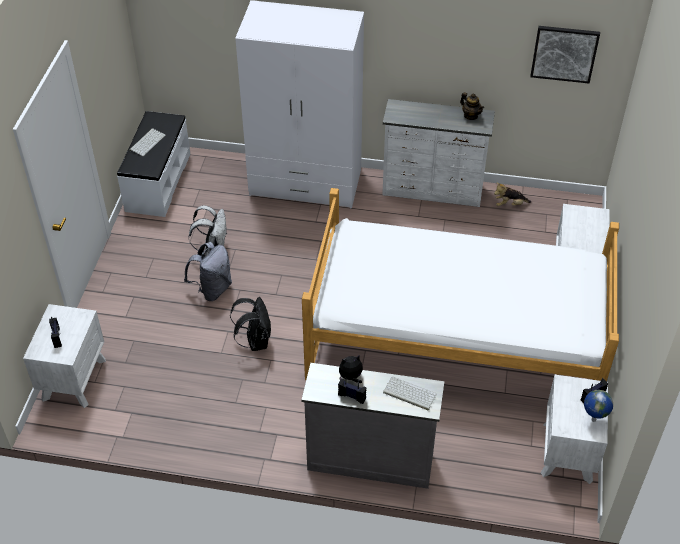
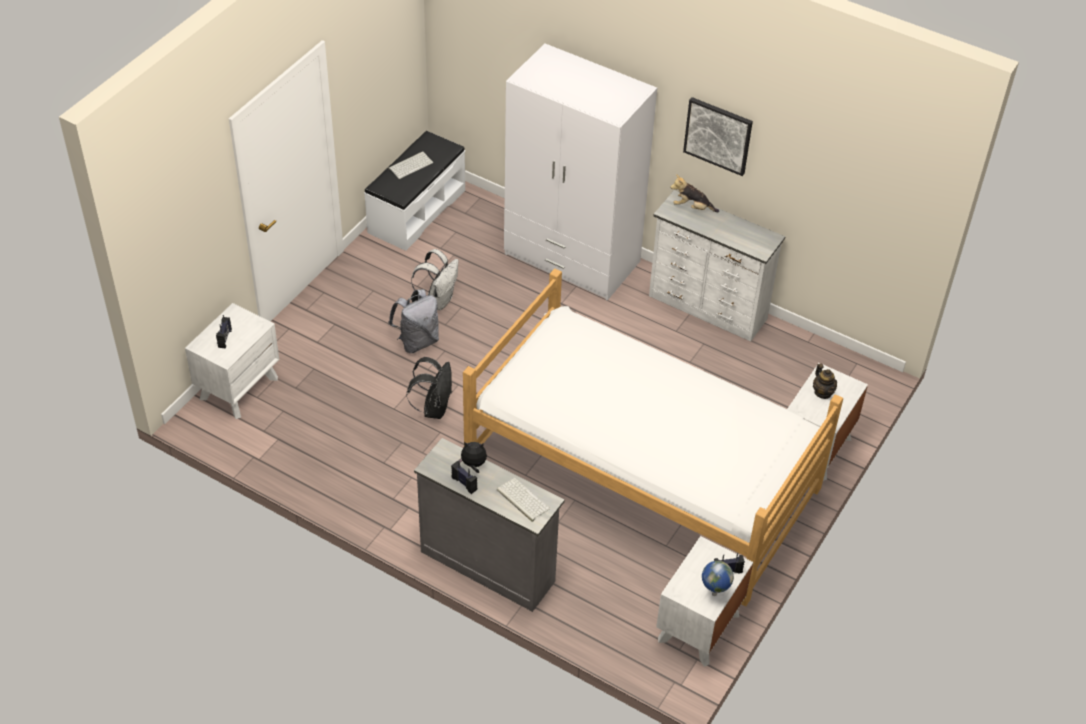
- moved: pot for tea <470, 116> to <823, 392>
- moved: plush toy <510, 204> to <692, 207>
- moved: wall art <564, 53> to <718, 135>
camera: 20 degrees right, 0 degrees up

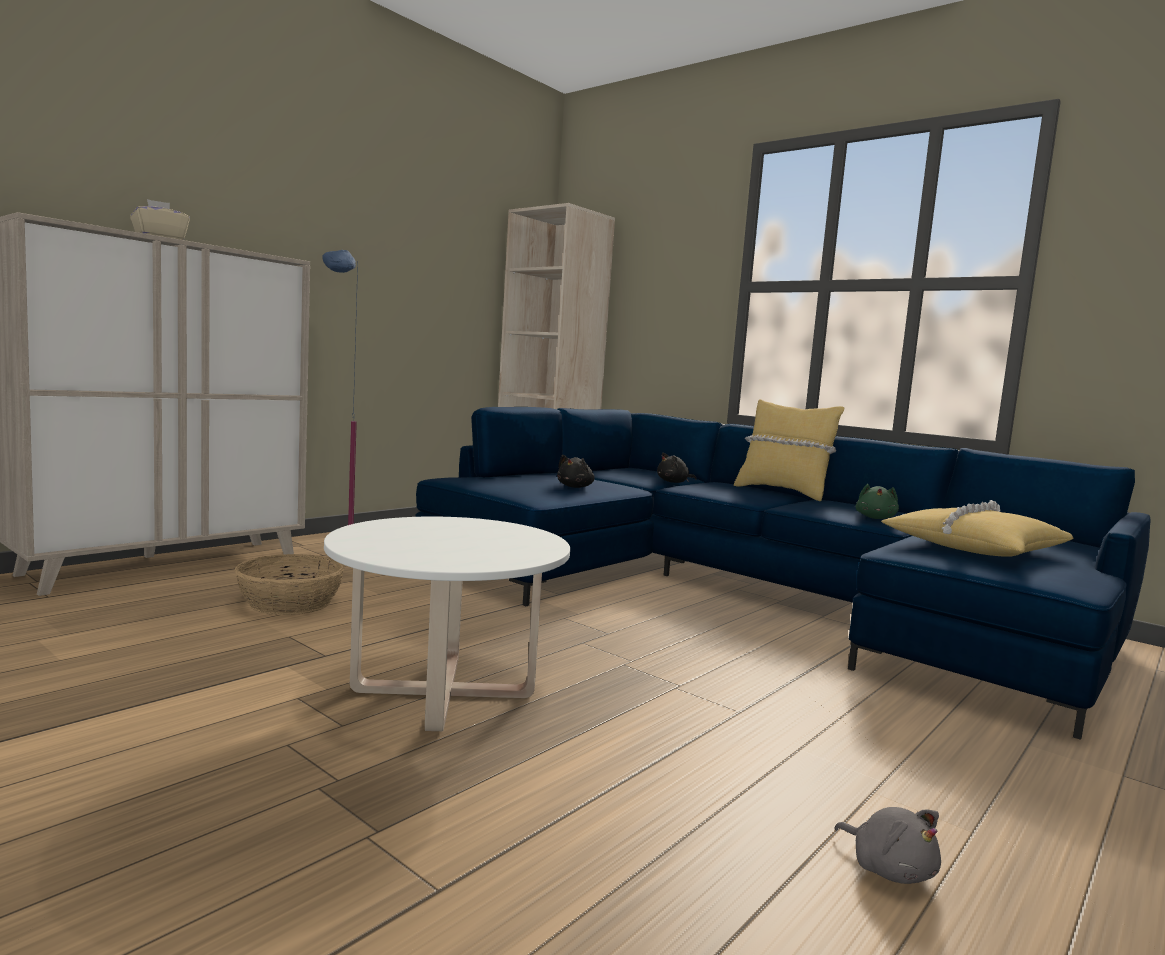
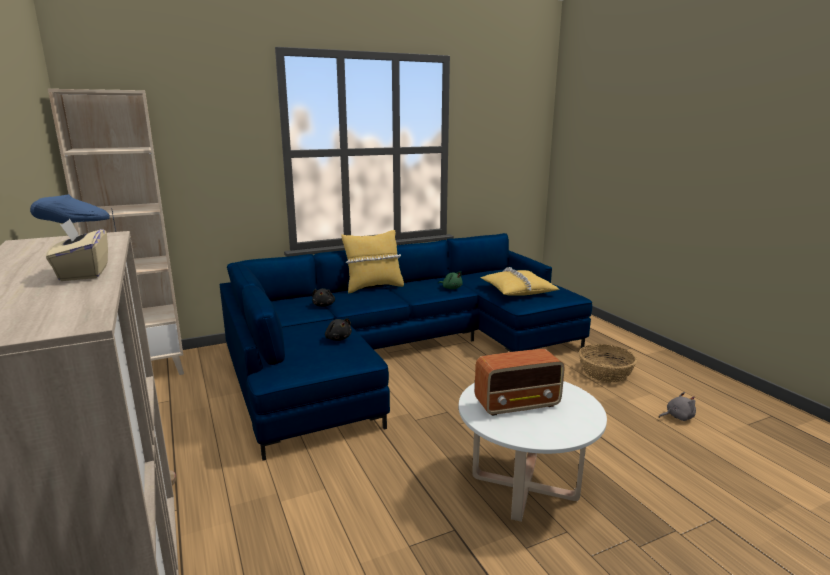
- added: radio set <518, 404>
- moved: storage basket <290, 603> to <604, 373>
camera: 65 degrees left, 10 degrees up

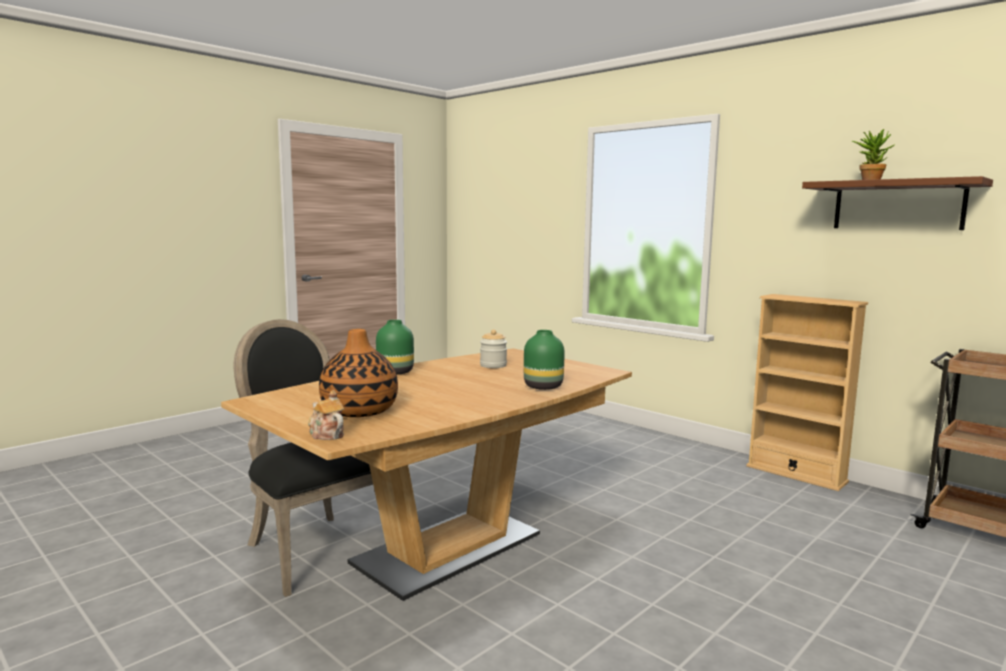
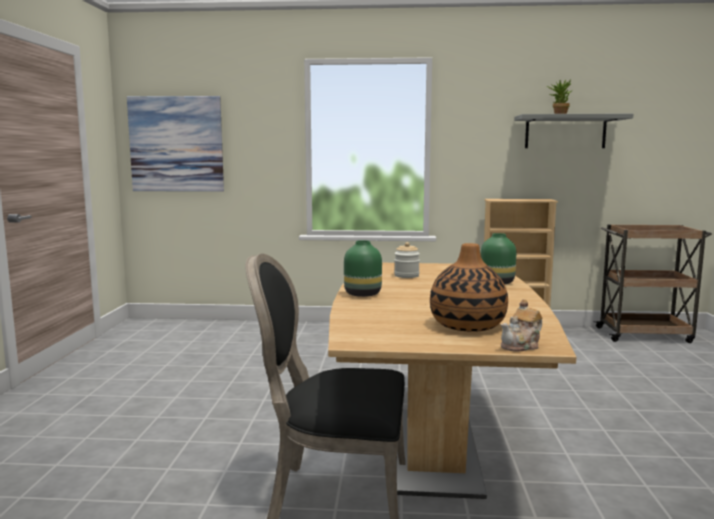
- added: wall art <176, 144>
- recoloured: bracket shelf (brown-coloured) <898, 205> to bracket shelf (grey) <565, 132>
- turned: pot for tea <326, 434> = <521, 346> 45 degrees counterclockwise
camera: 40 degrees left, 0 degrees up

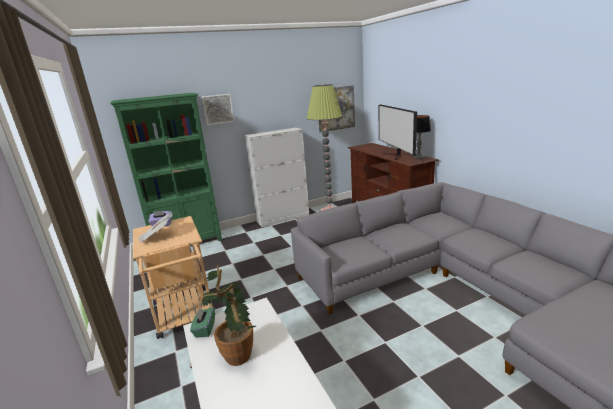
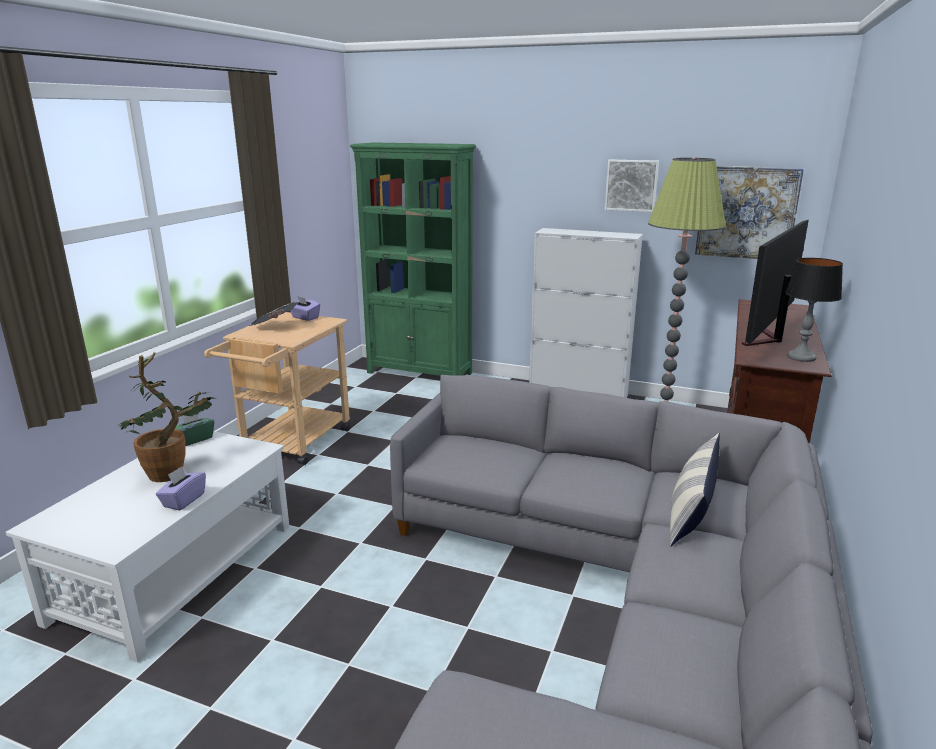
- added: tissue box (purplish) <183, 500>
- added: cushion <690, 512>
- moved: wall art <218, 109> to <631, 185>
camera: 45 degrees right, 0 degrees up

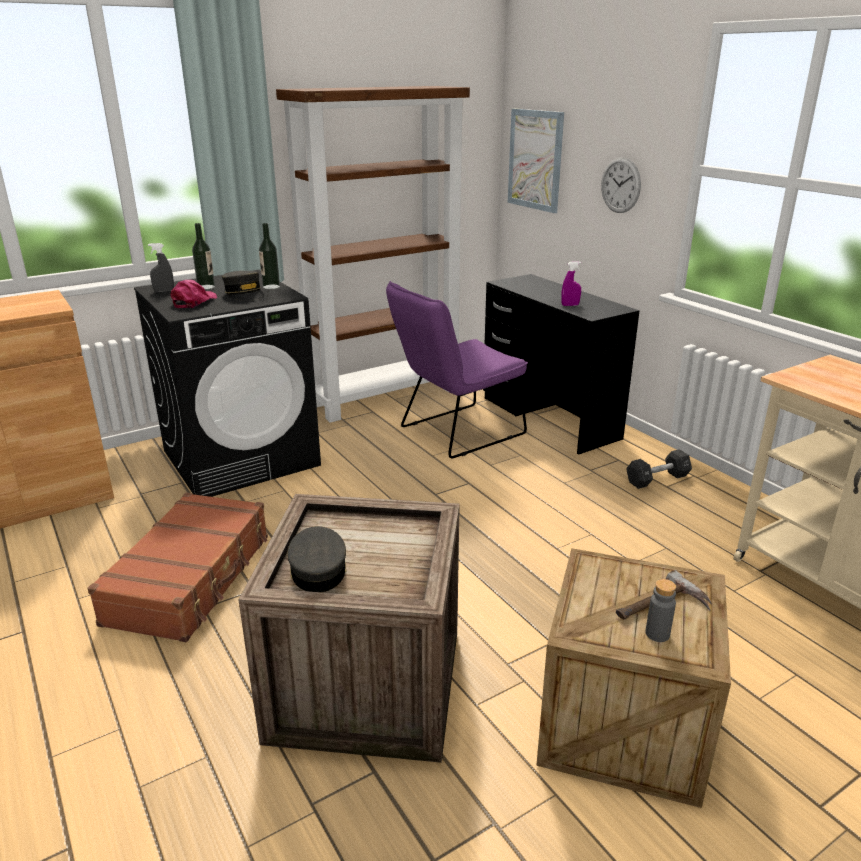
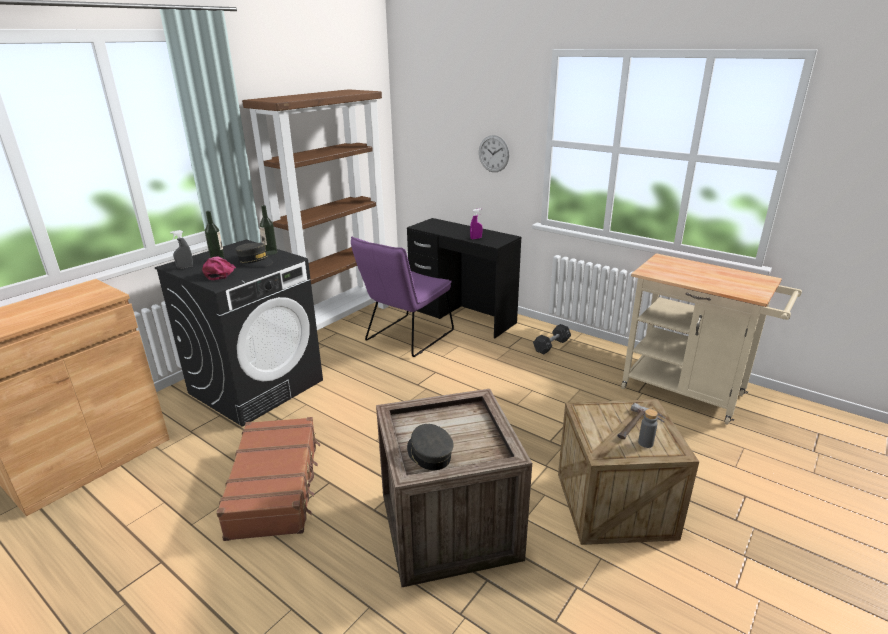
- removed: wall art <535, 160>
camera: 20 degrees left, 0 degrees up

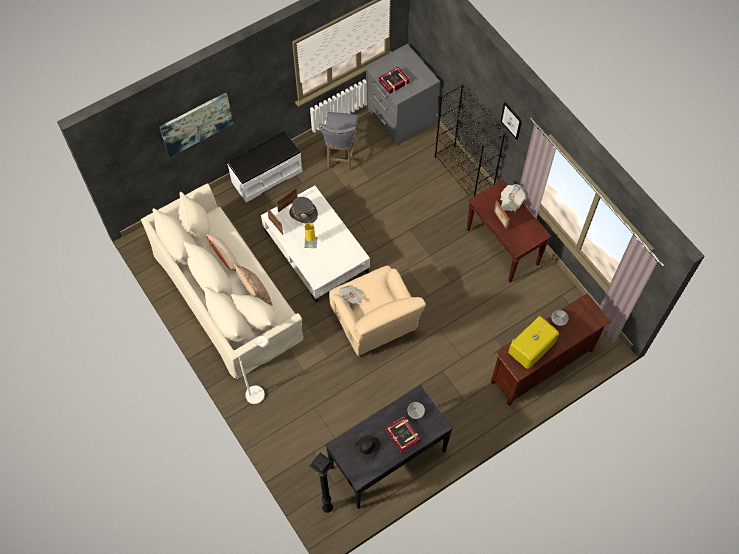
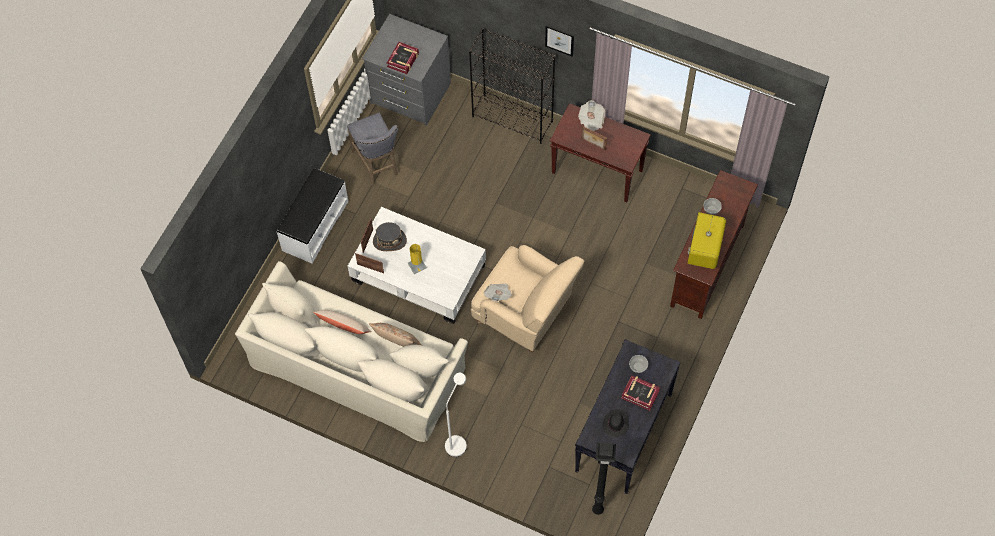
- removed: wall art <196, 124>
camera: 30 degrees left, 0 degrees up

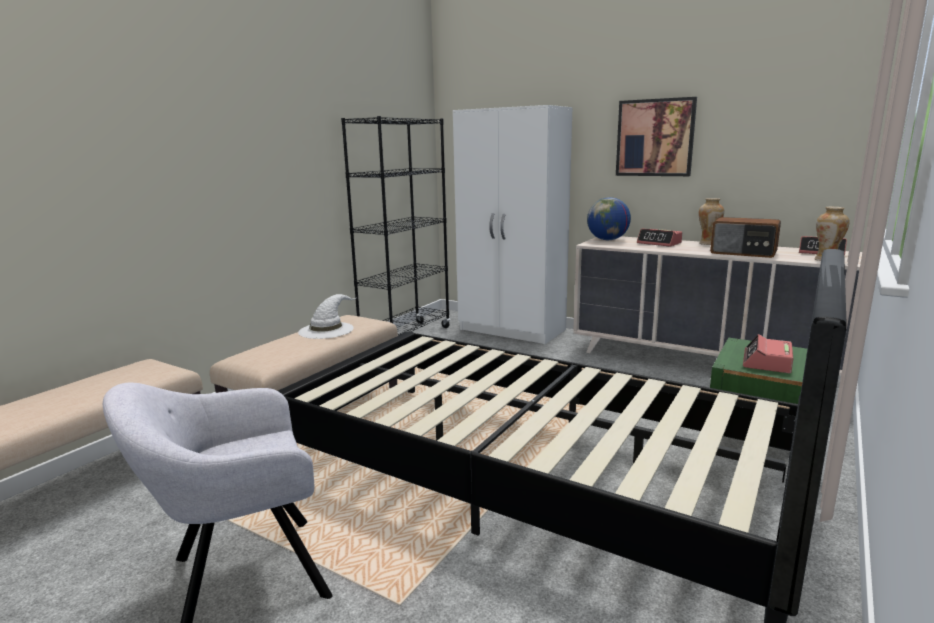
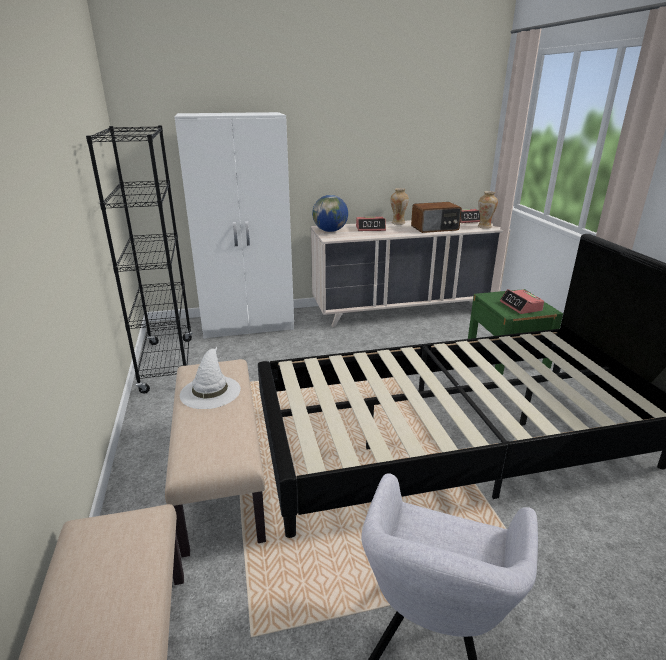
- removed: wall art <655, 138>
camera: 45 degrees left, 10 degrees up

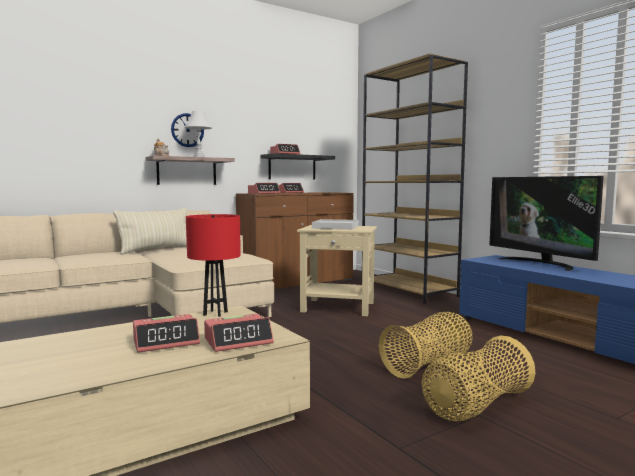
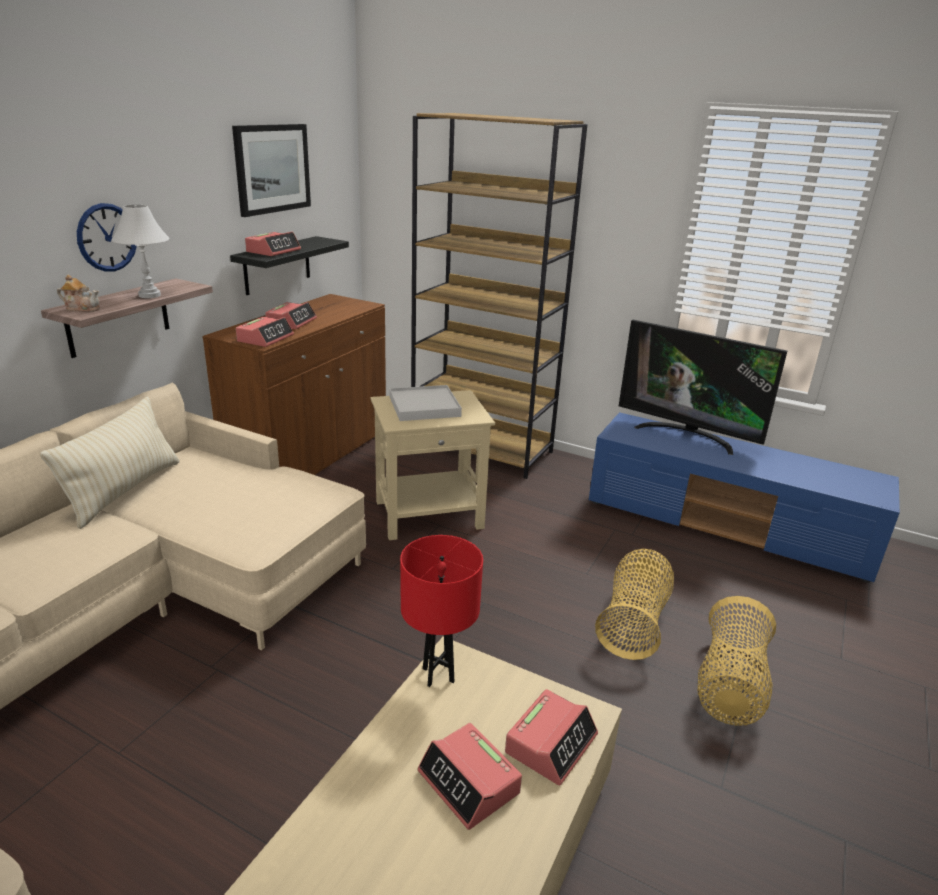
- added: wall art <272, 168>
- turned: alarm clock <166, 341> = <469, 783> 105 degrees clockwise
camera: 30 degrees left, 20 degrees up

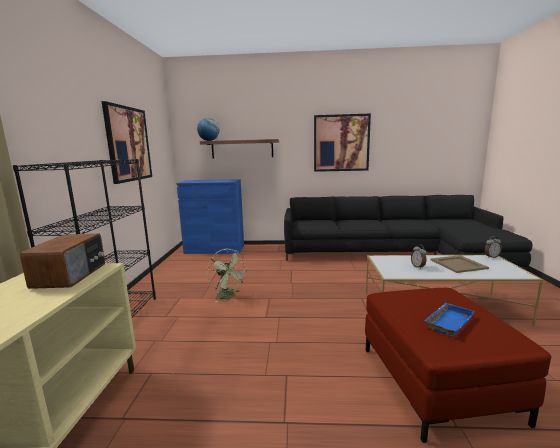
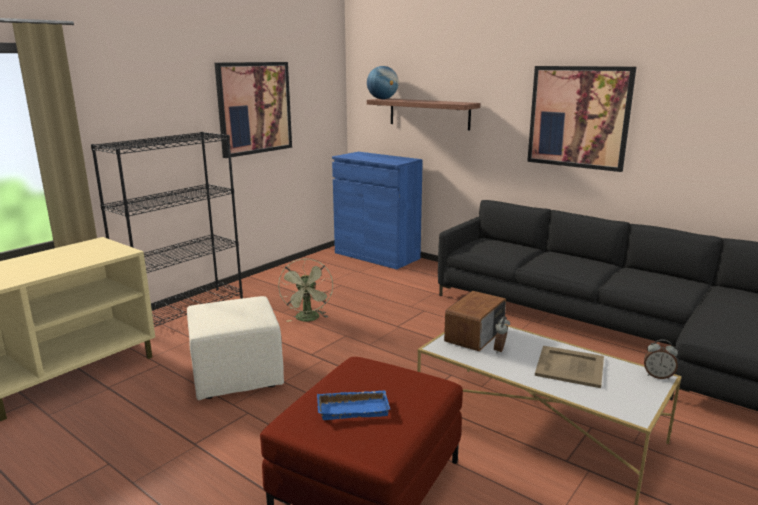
- added: ottoman (beige) <238, 376>
- moved: radio set <71, 275> to <476, 335>
camera: 35 degrees right, 5 degrees up

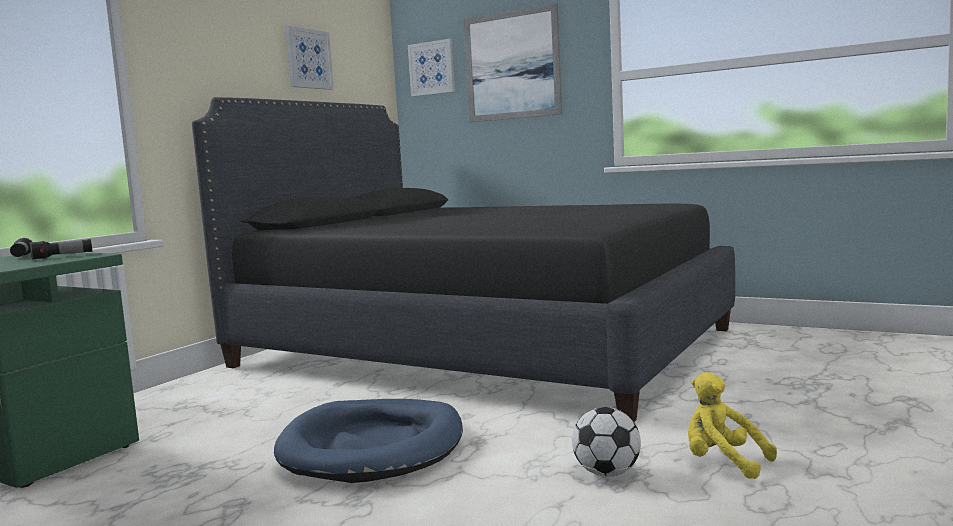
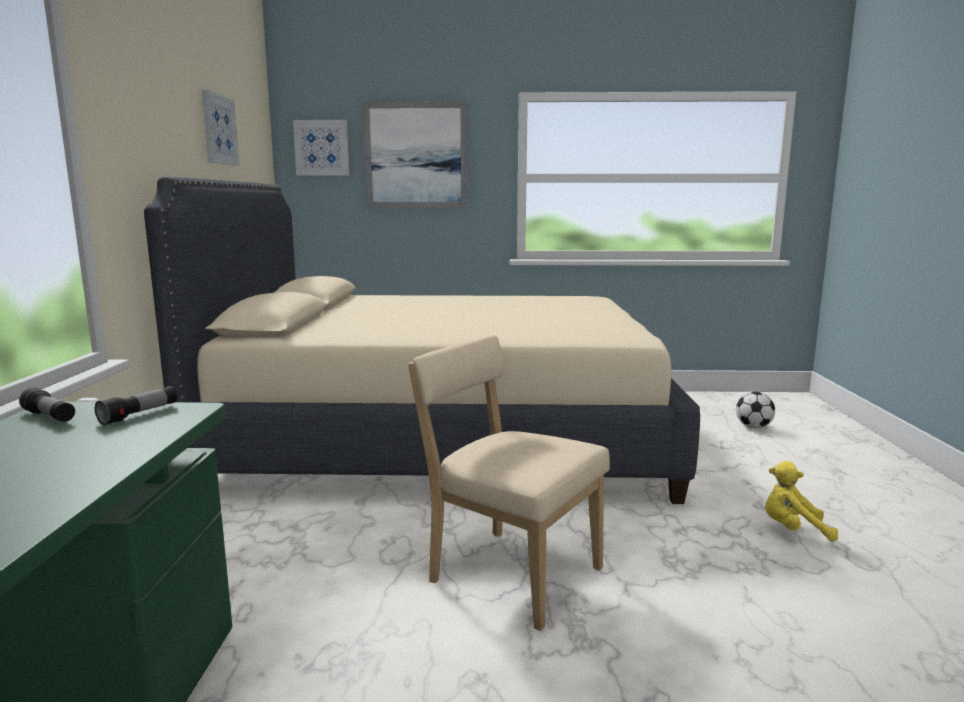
- moved: ball for football <607, 473> to <753, 427>
- replaced: dog bed (blue) <373, 446> to plain chair (beige) <509, 573>
- recoloured: sleeping bed (blackish) <481, 347> to sleeping bed (beige) <444, 438>
camera: 30 degrees left, 5 degrees up

